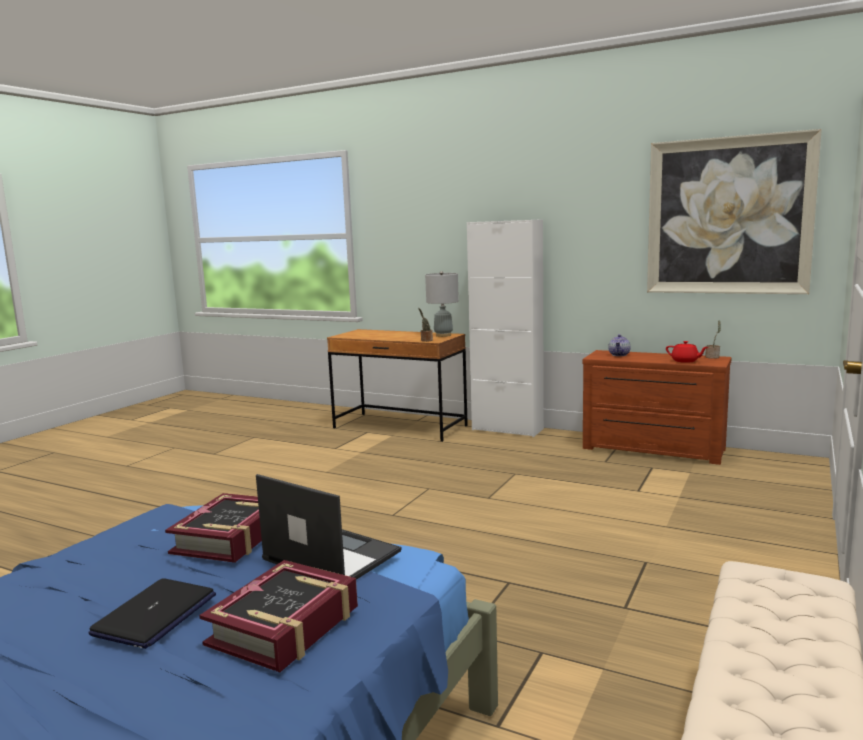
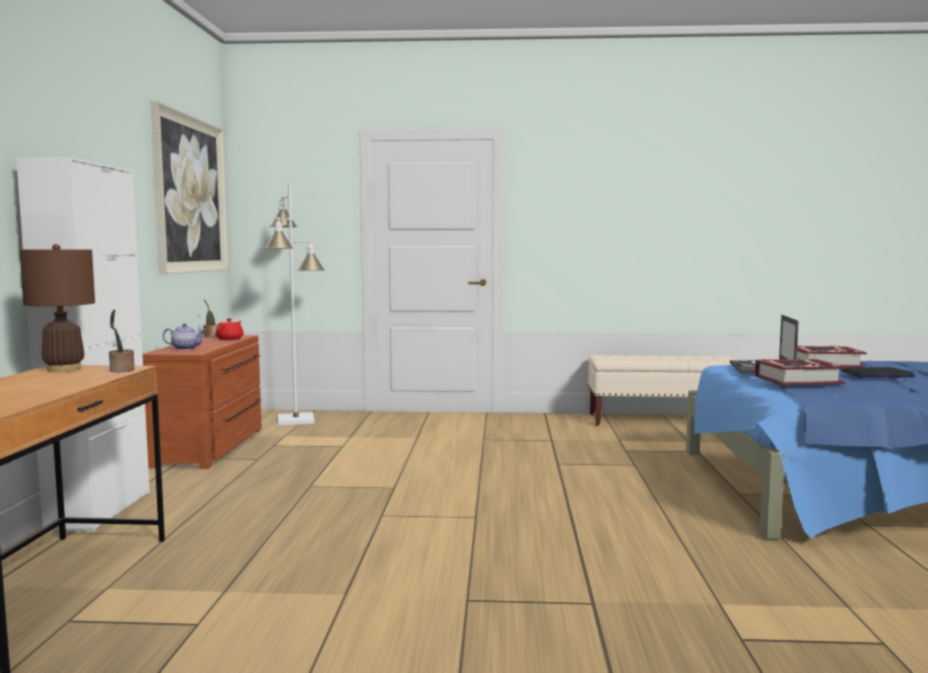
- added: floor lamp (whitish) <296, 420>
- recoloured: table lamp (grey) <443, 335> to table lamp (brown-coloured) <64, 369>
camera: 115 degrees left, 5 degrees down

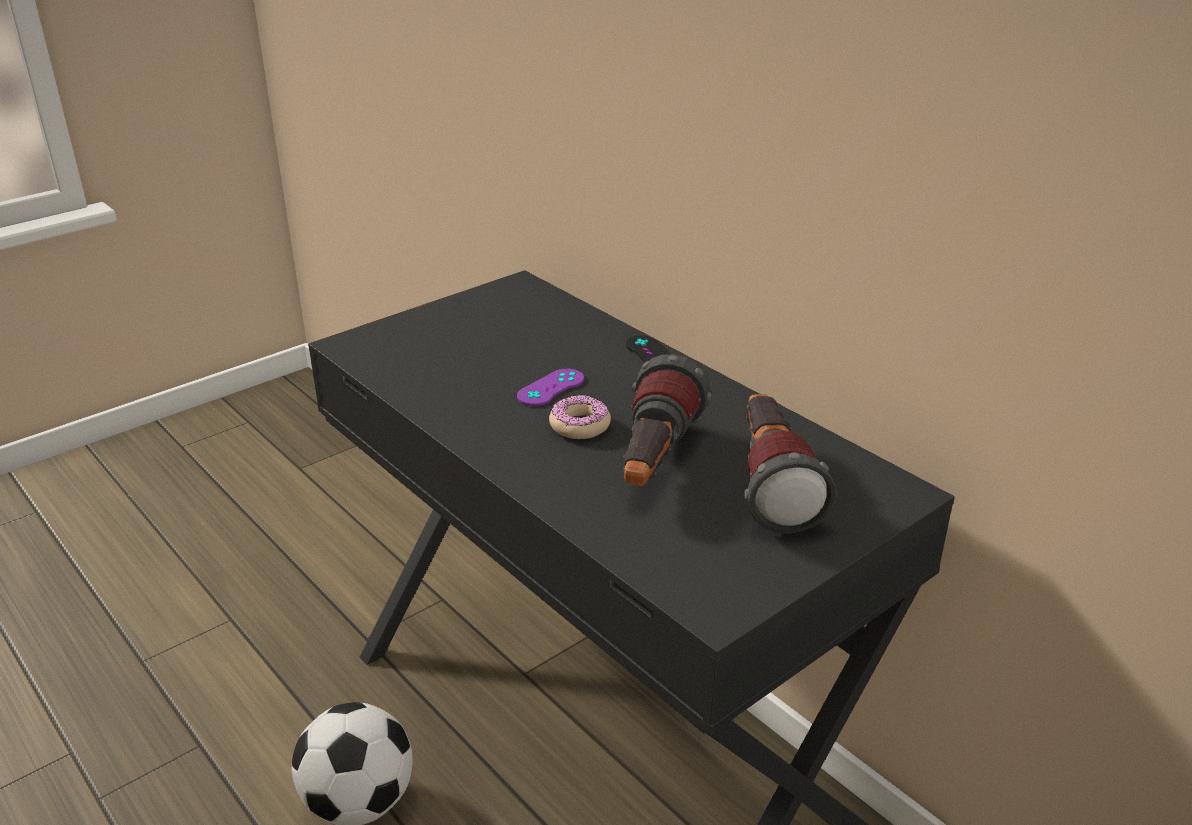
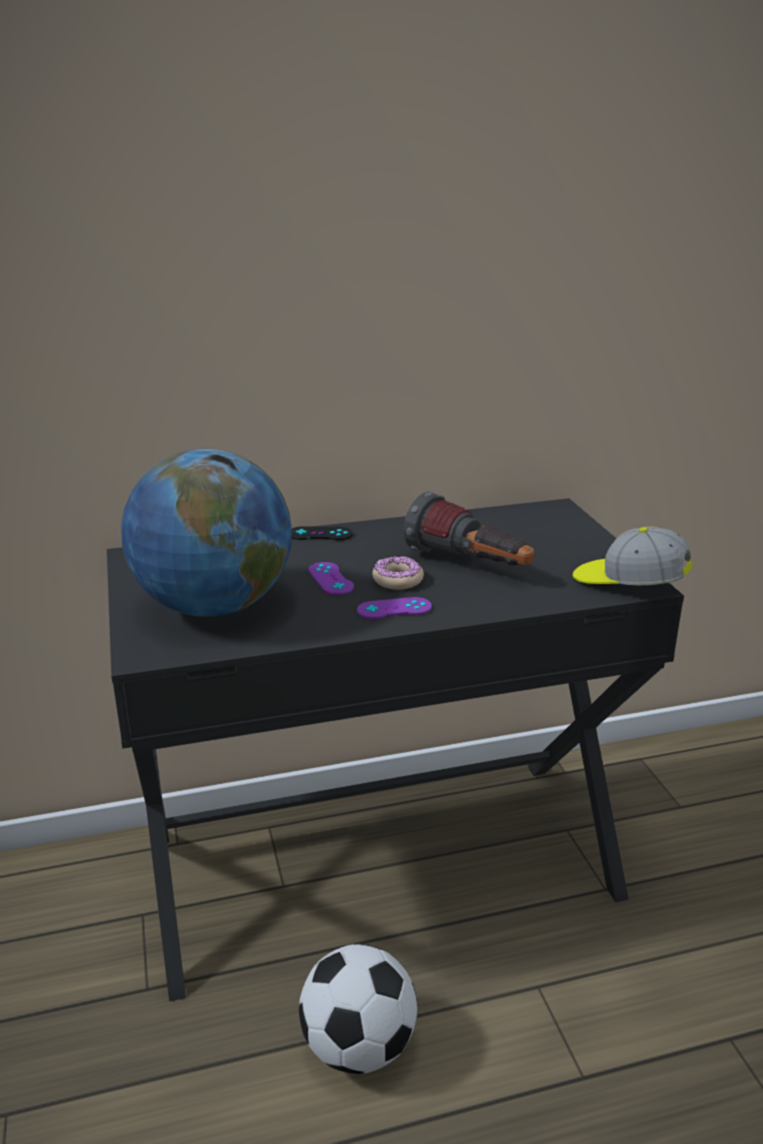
- removed: hand torch <771, 484>
- added: desk globe <214, 606>
- added: game controller (purplish) <394, 609>
- added: baseball cap <628, 584>
camera: 65 degrees left, 5 degrees down

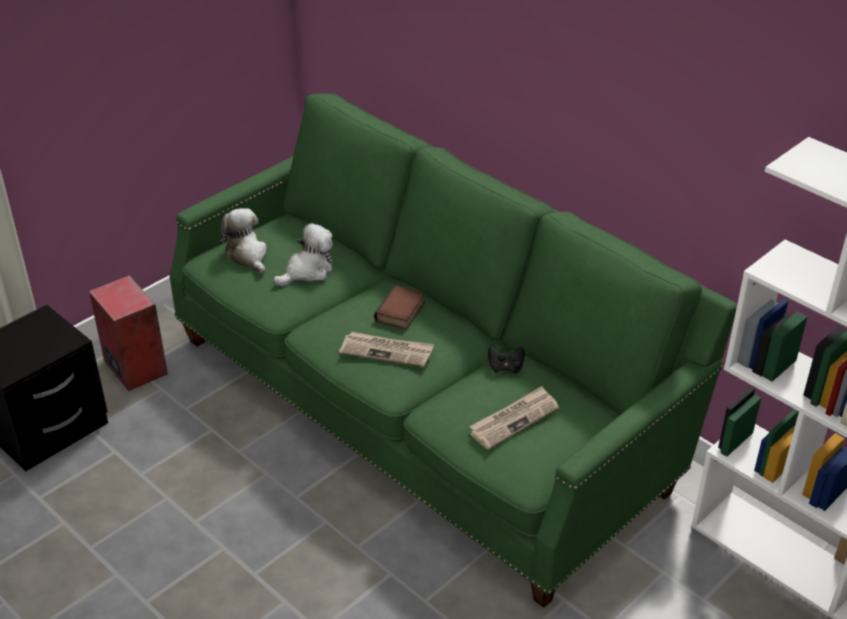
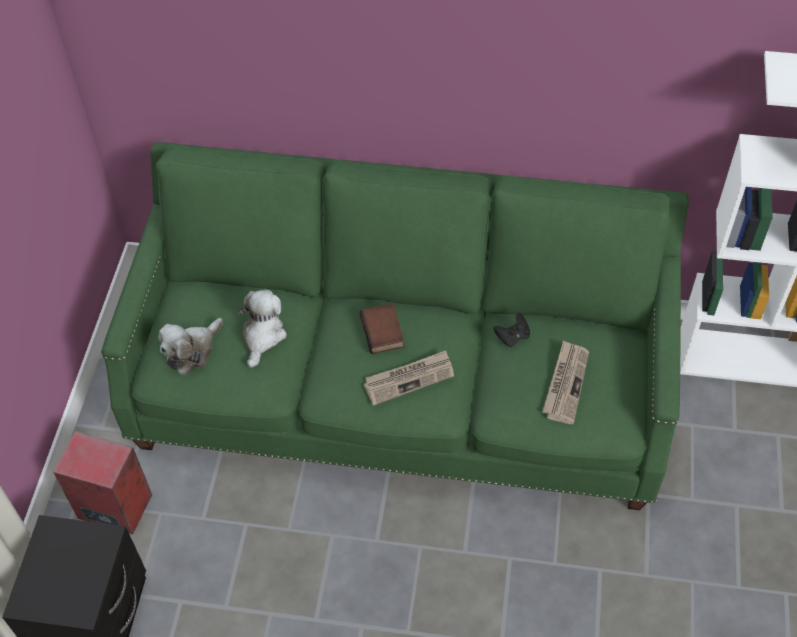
- turned: plush toy <247, 255> = <192, 351> 75 degrees counterclockwise
camera: 35 degrees left, 15 degrees up

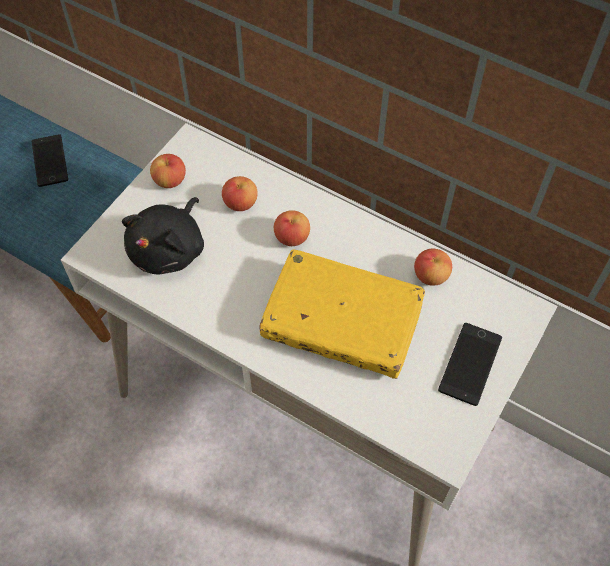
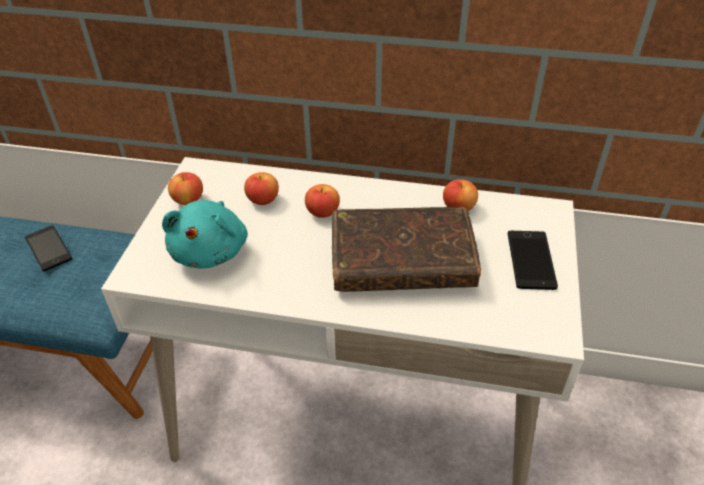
- recoloured: plush toy (blackish) <170, 249> to plush toy (blue-green) <211, 250>
- recoloured: bound book (yellow-coloured) <342, 322> to bound book (brown-coloured) <402, 261>
camera: 20 degrees left, 15 degrees down

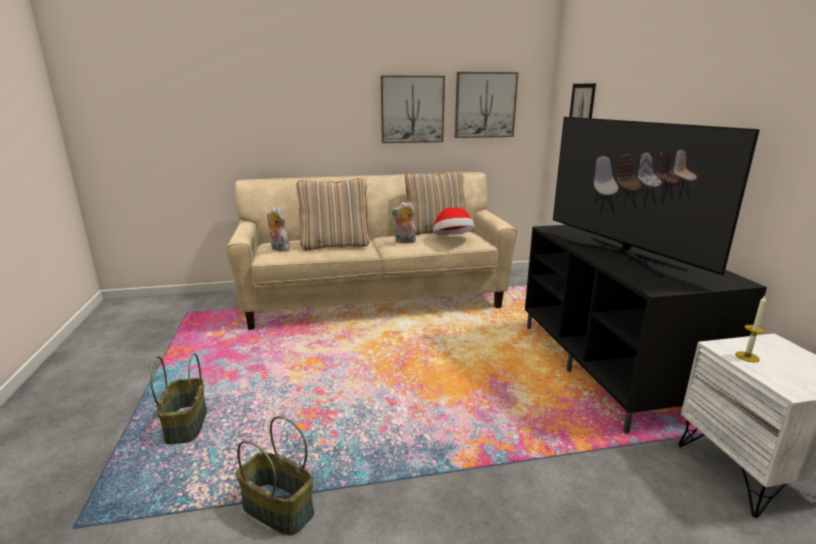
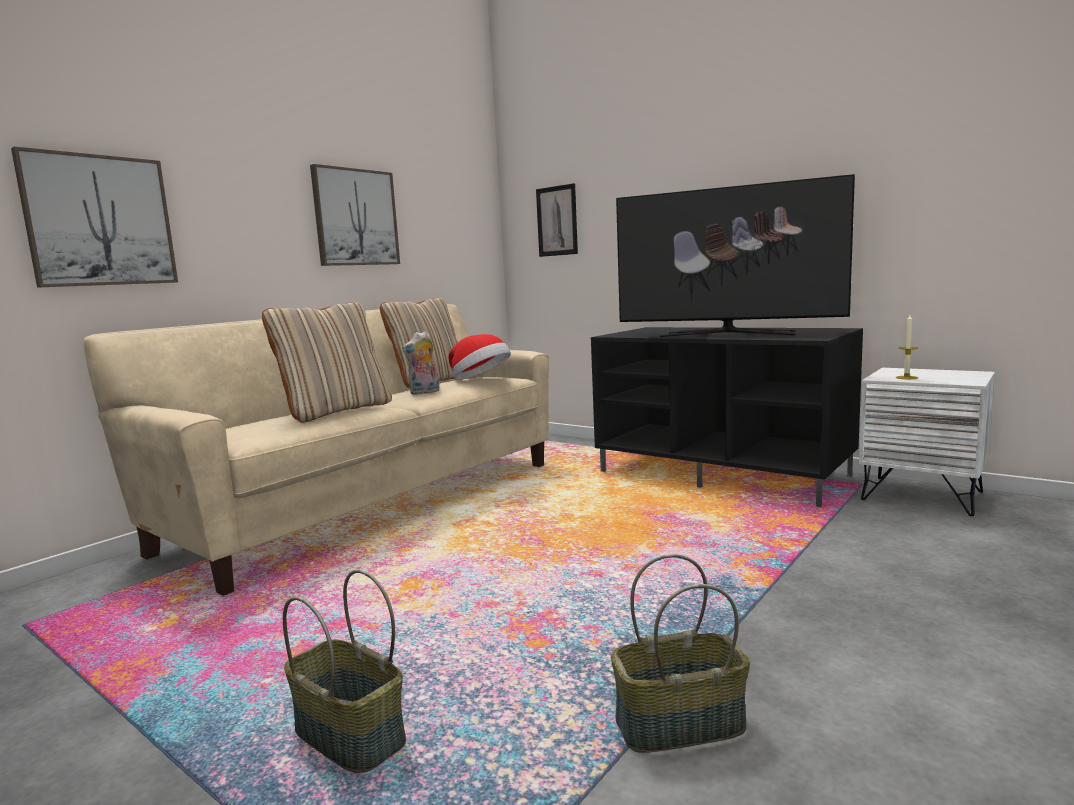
- removed: plush toy <278, 249>
- moved: wall art <485, 105> to <100, 221>
camera: 40 degrees left, 10 degrees down

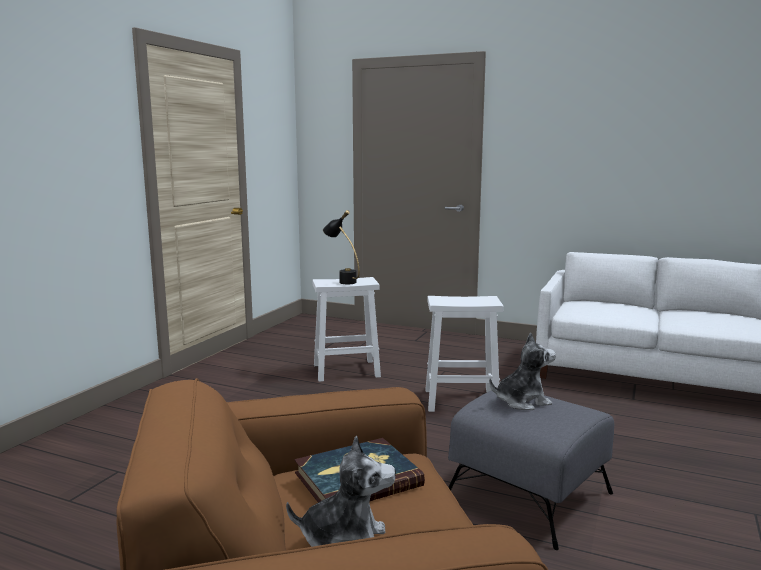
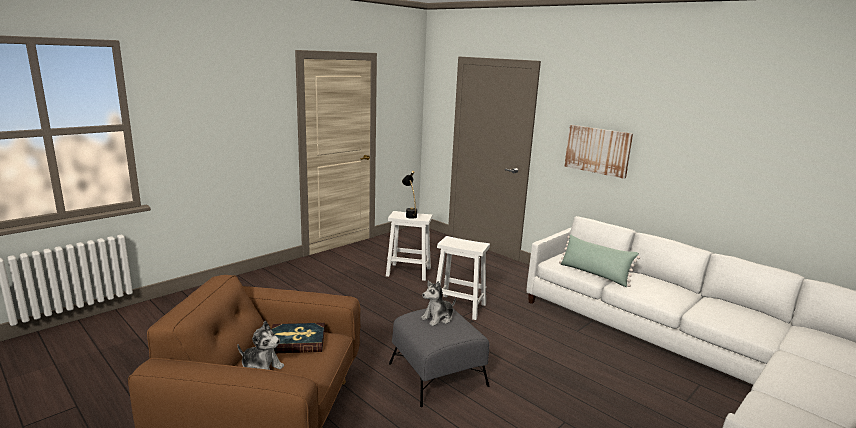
- added: cushion (greenish) <594, 274>
- added: wall art <597, 150>
- turned: plush toy <522, 401> = <438, 318> 135 degrees clockwise
camera: 20 degrees right, 5 degrees up

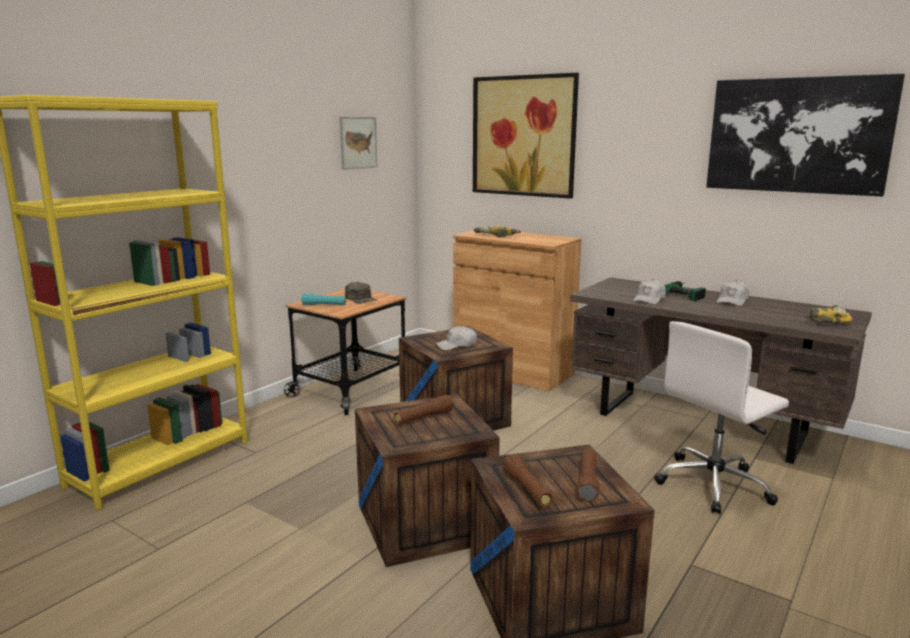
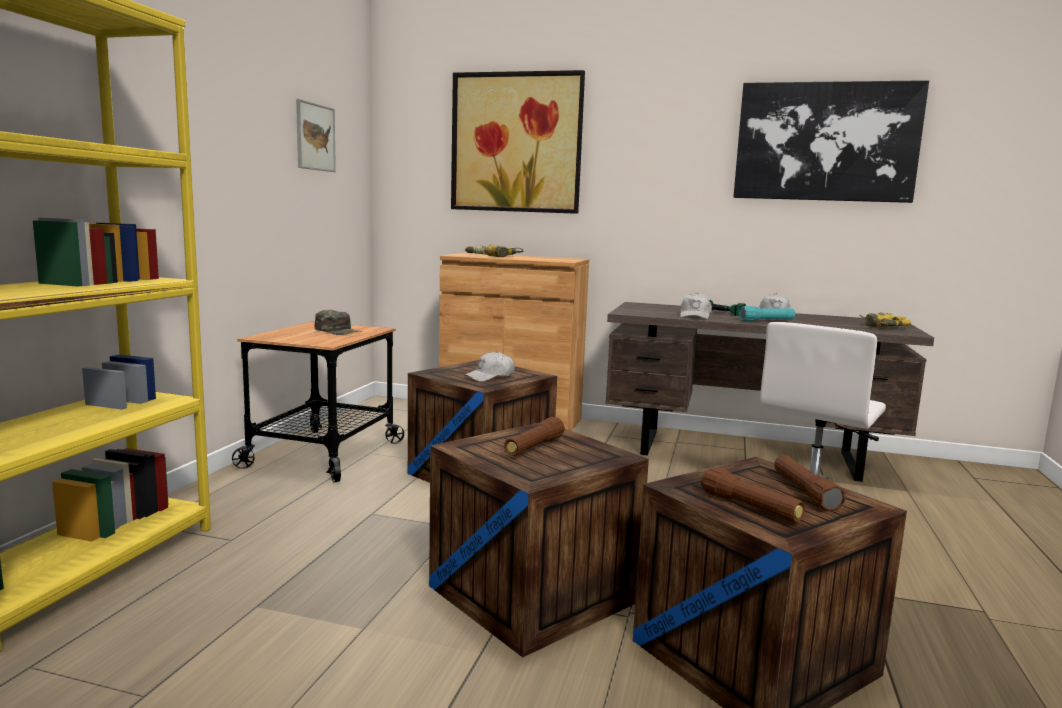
- moved: hand torch (blue-green) <324, 305> to <766, 321>
camera: 20 degrees left, 5 degrees down

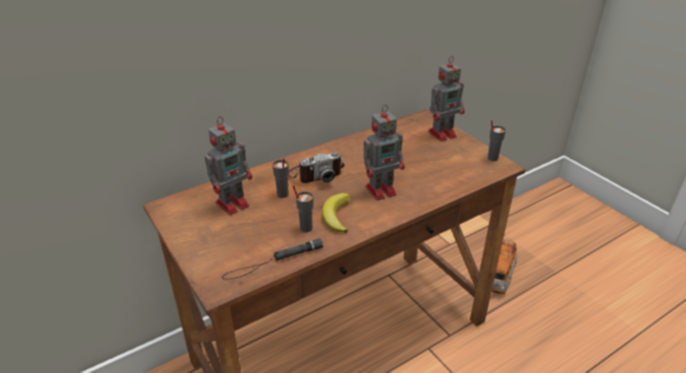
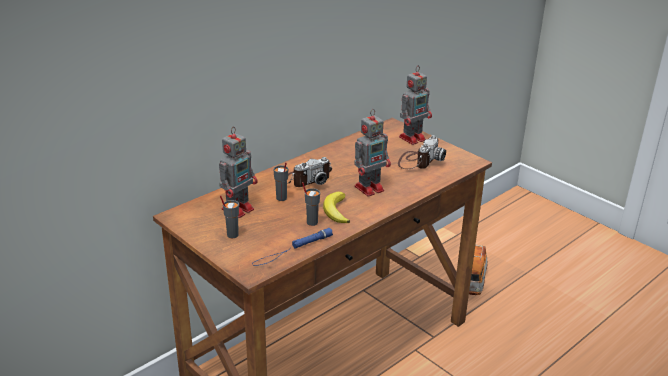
- added: photo camera <418, 161>
- moved: small cup (grey) <492, 158> to <232, 235>
- recoloured: hand torch (blackish) <273, 262> to hand torch (blue) <292, 249>
camera: 10 degrees left, 5 degrees down

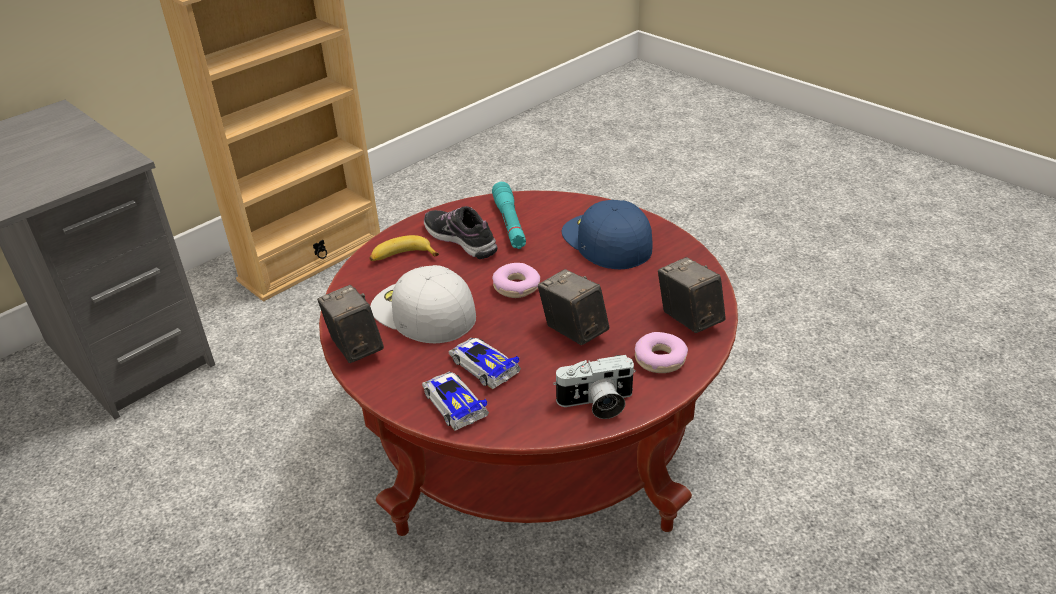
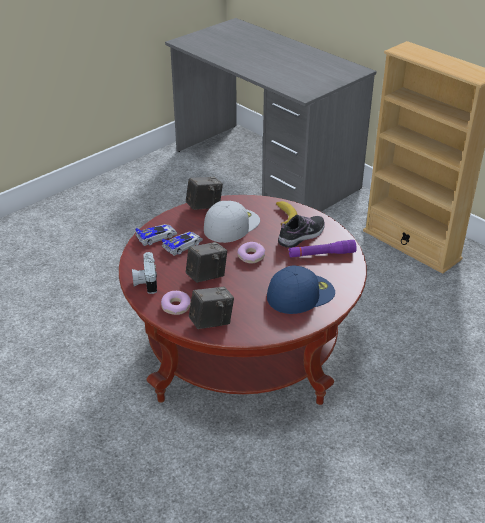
- recoloured: hand torch (blue-green) <509, 223> to hand torch (purplish) <321, 254>
camera: 90 degrees right, 0 degrees up

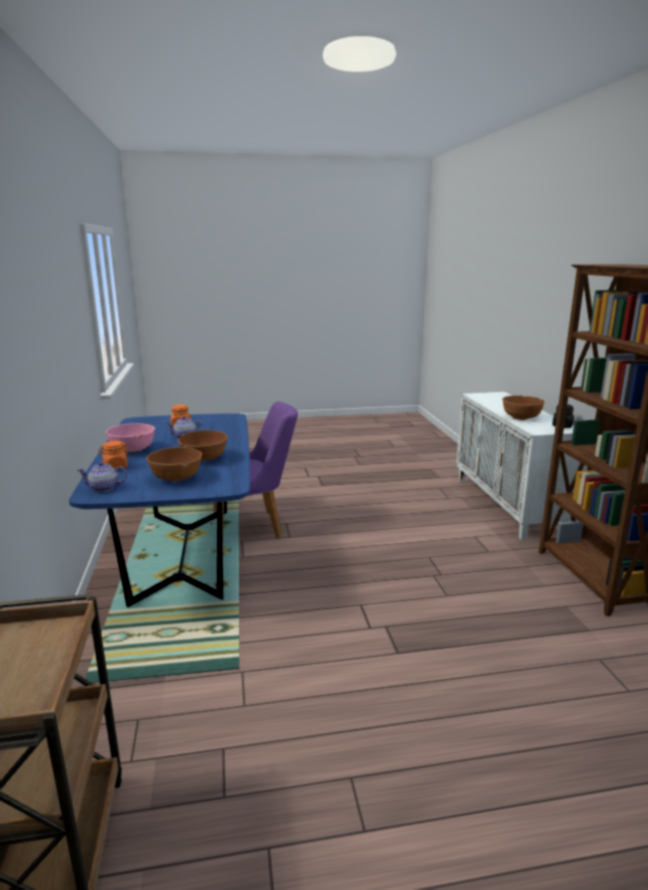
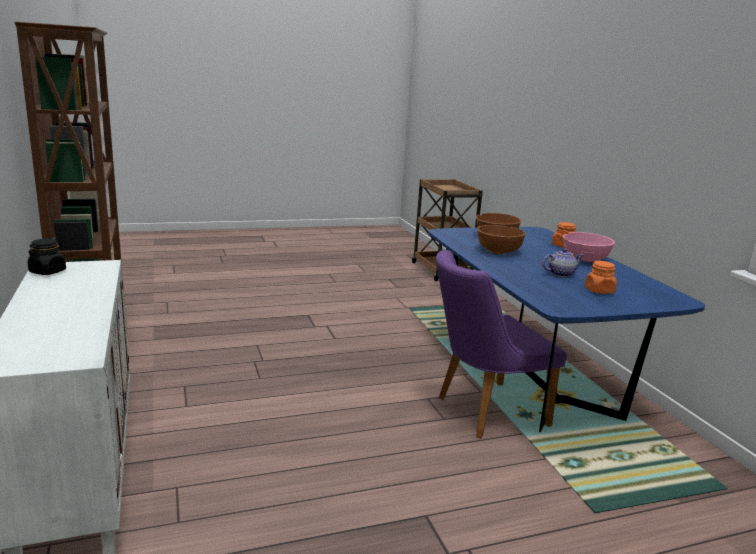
- removed: pot for tea <104, 488>
- removed: bowl (brown-coloured) <521, 417>
camera: 170 degrees right, 0 degrees up

